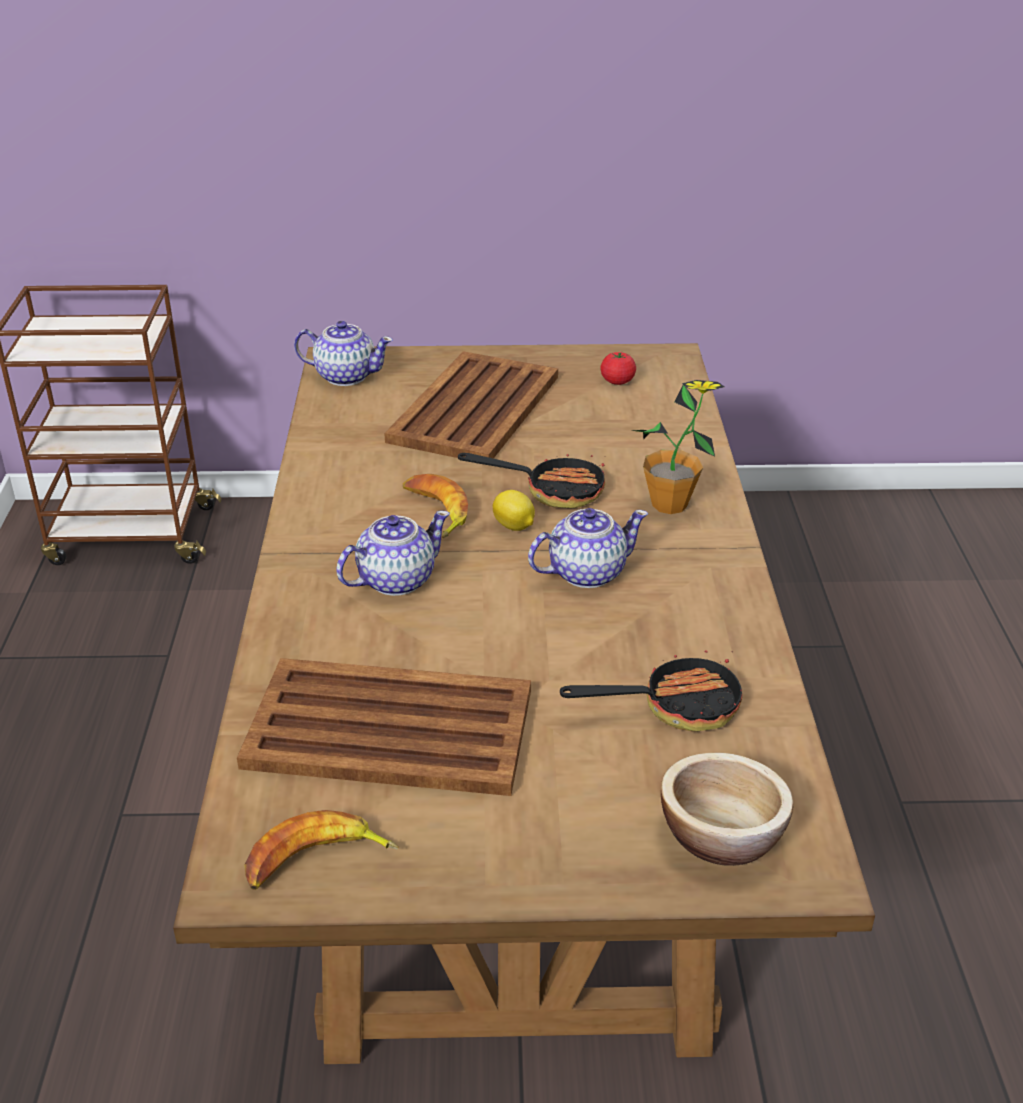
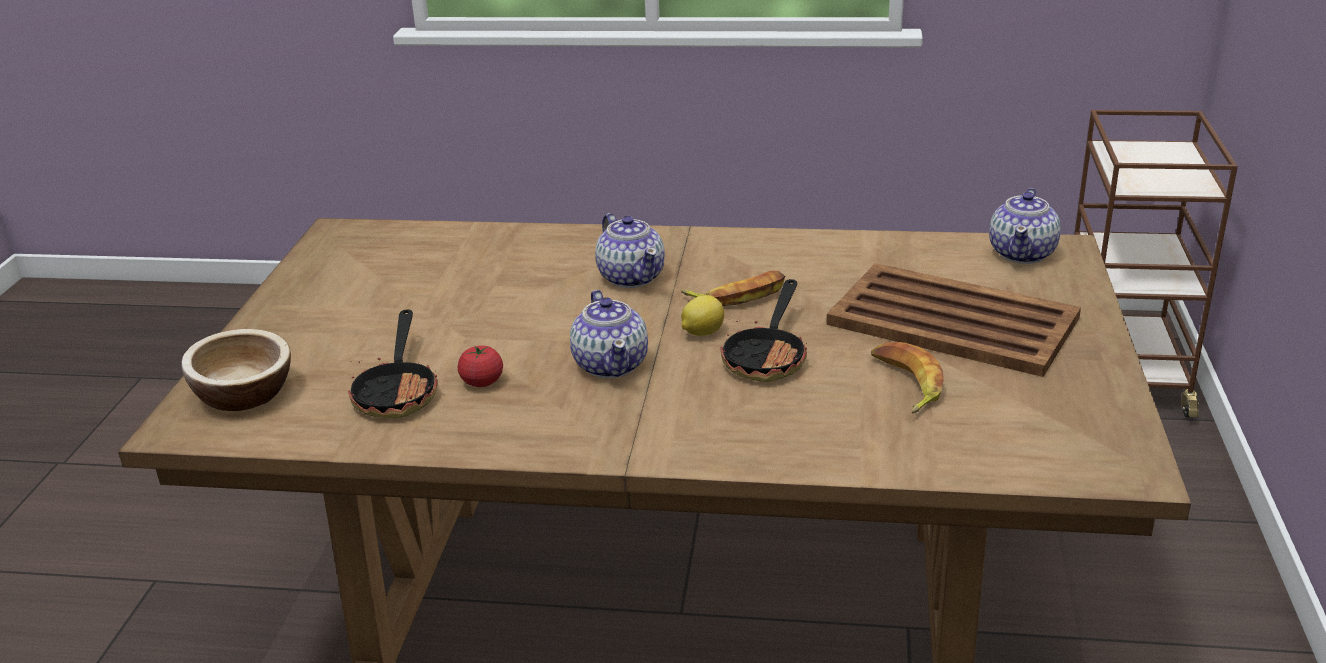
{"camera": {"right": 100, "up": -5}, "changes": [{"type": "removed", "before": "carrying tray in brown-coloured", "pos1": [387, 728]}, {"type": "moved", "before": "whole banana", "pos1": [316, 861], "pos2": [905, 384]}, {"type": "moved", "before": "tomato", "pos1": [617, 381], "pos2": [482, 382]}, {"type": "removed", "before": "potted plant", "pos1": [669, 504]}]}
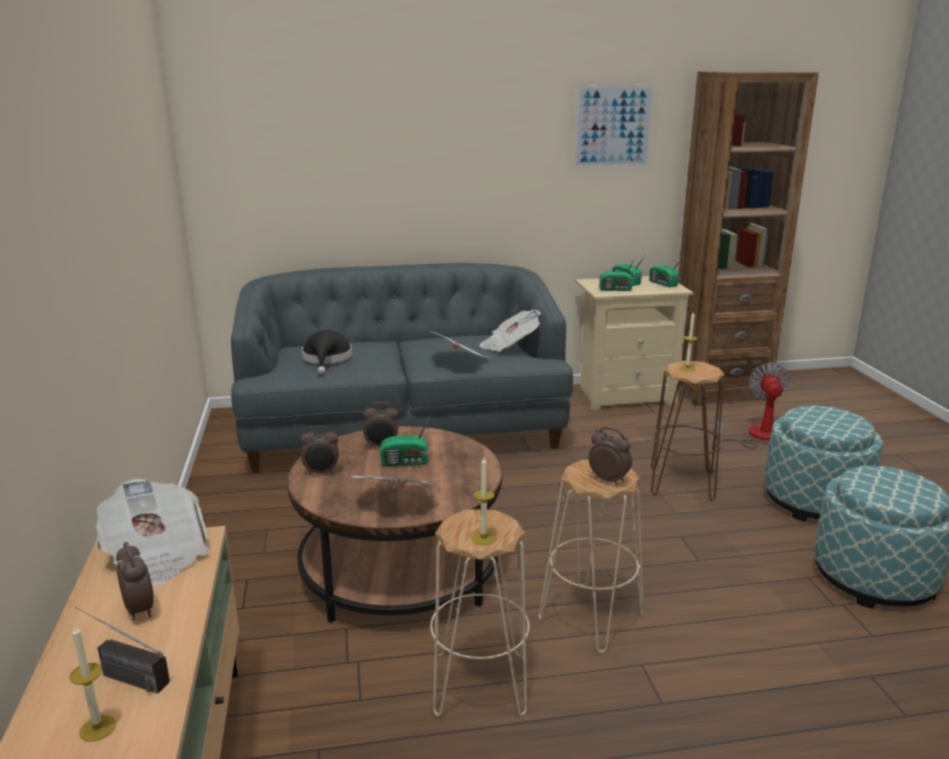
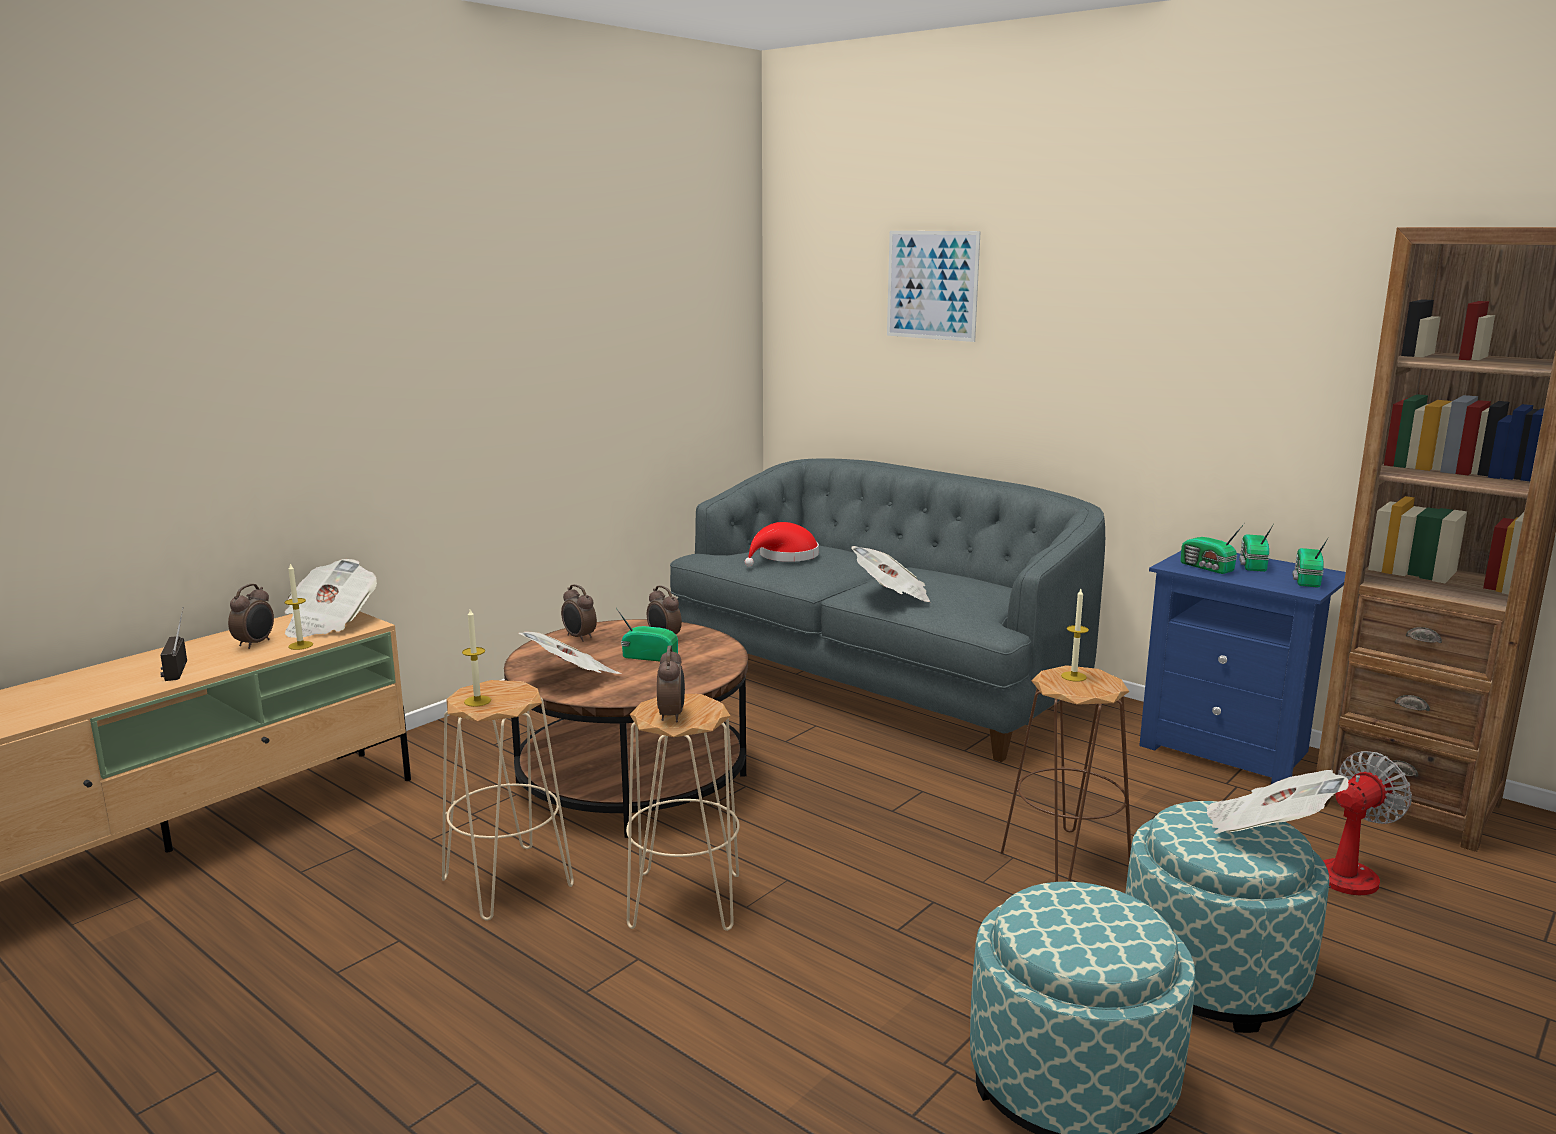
{"camera": {"right": 50, "up": -5}, "changes": [{"type": "moved", "before": "candle", "pos1": [97, 728], "pos2": [300, 645]}, {"type": "recoloured", "before": "clothing hat in black", "after": "clothing hat in red", "pos1": [327, 359], "pos2": [785, 557]}, {"type": "turned", "before": "radio receiver", "pos1": [406, 462], "pos2": [649, 656], "turn": 150}, {"type": "moved", "before": "printed paper", "pos1": [509, 346], "pos2": [1266, 831]}, {"type": "moved", "before": "wall picture", "pos1": [613, 126], "pos2": [932, 285]}, {"type": "recoloured", "before": "nightstand in sand-coloured", "after": "nightstand in bluish", "pos1": [624, 395], "pos2": [1230, 750]}]}
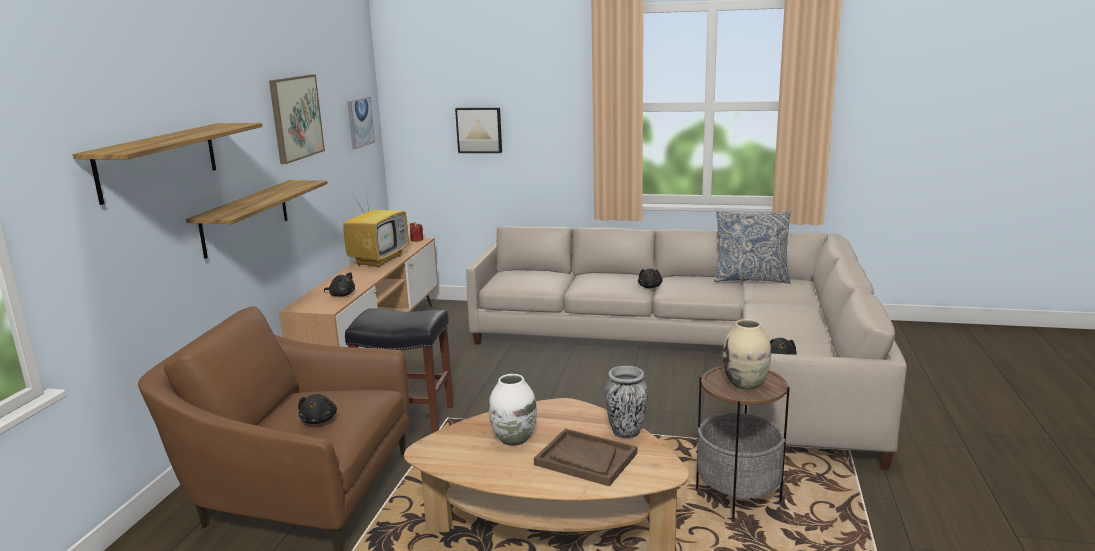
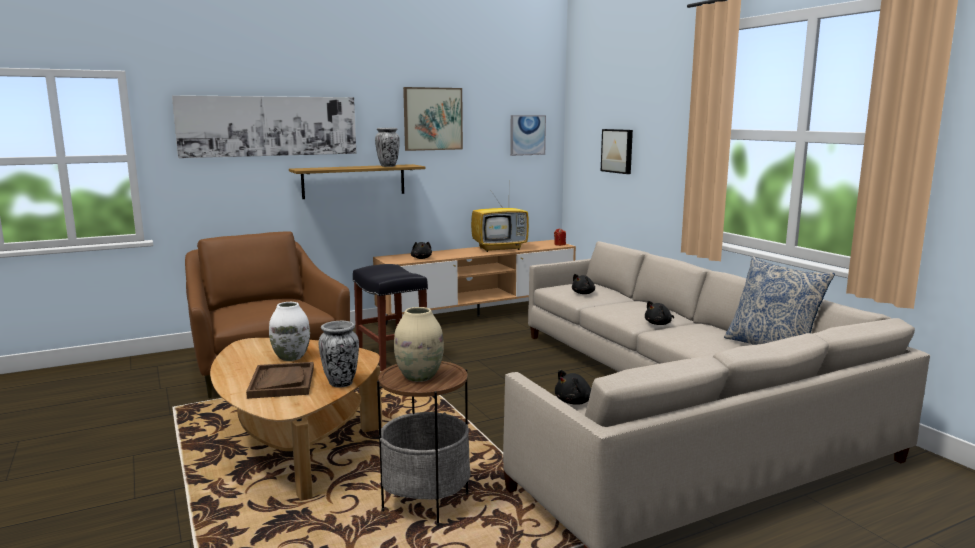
{"camera": {"right": 50, "up": -5}, "changes": [{"type": "replaced", "before": "wall shelf", "after": "wall picture", "pos1": [158, 161], "pos2": [269, 126]}, {"type": "moved", "before": "plush toy in black", "pos1": [319, 420], "pos2": [584, 293]}, {"type": "added", "after": "flower vase", "pos2": [388, 166]}]}
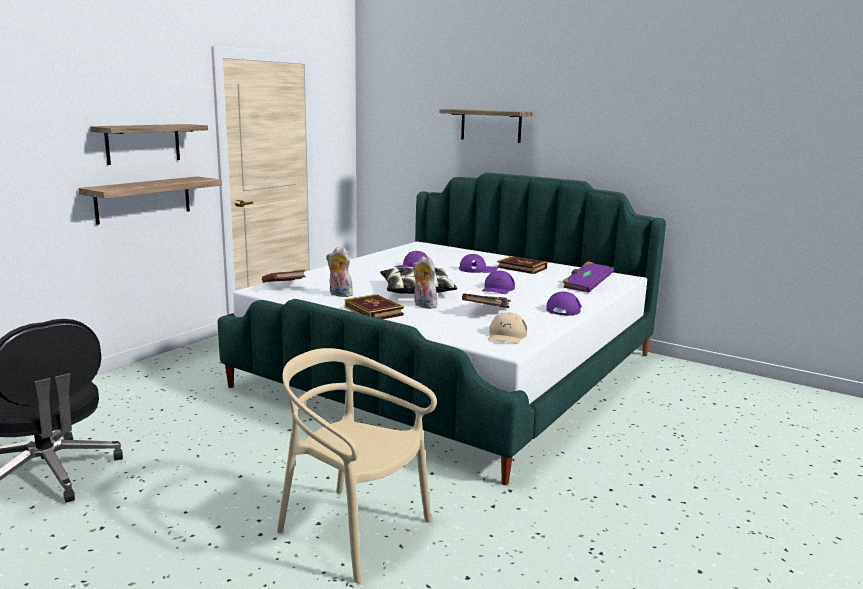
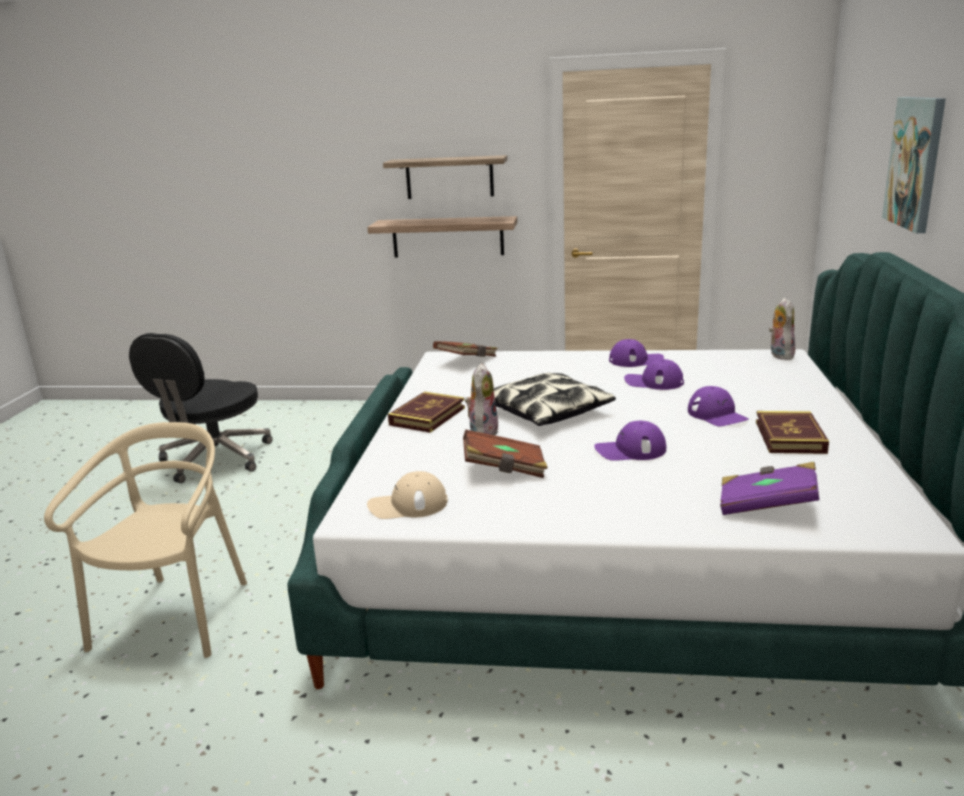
{"camera": {"right": 65, "up": 5}, "changes": [{"type": "moved", "before": "plush toy", "pos1": [339, 294], "pos2": [779, 355]}, {"type": "replaced", "before": "wall shelf", "after": "wall picture", "pos1": [491, 125], "pos2": [915, 163]}, {"type": "moved", "before": "peaked cap in purple", "pos1": [564, 309], "pos2": [636, 360]}]}
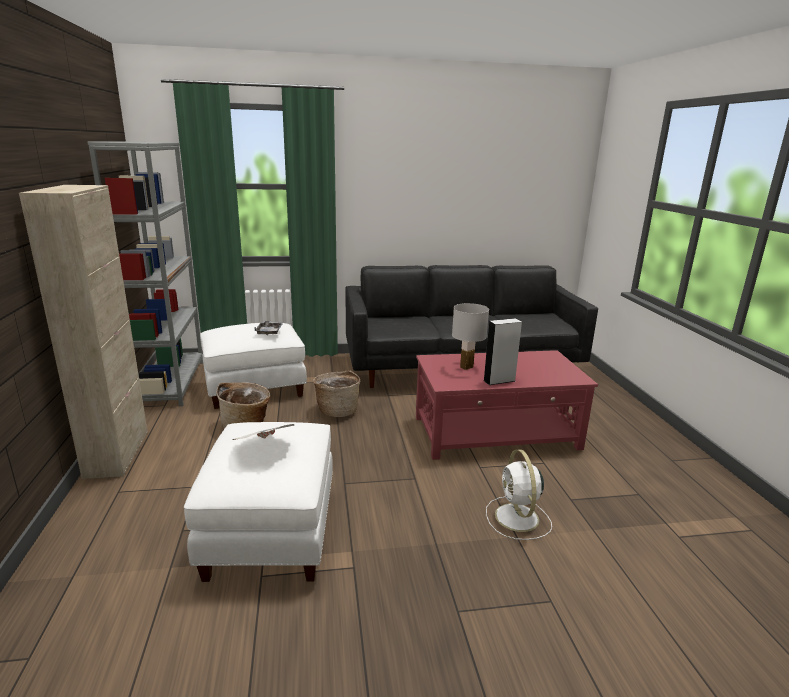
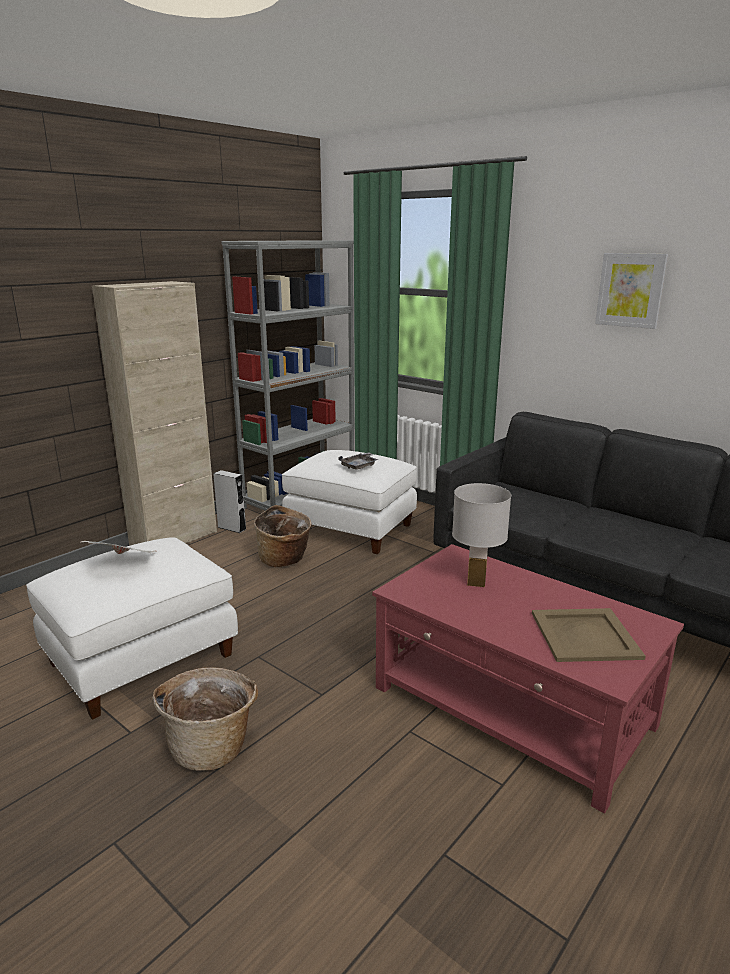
{"camera": {"right": 50, "up": 0}, "changes": [{"type": "moved", "before": "basket", "pos1": [337, 410], "pos2": [212, 746]}, {"type": "moved", "before": "loudspeaker in grey", "pos1": [499, 380], "pos2": [232, 528]}, {"type": "removed", "before": "cooling fan in white", "pos1": [517, 519]}, {"type": "added", "after": "carrying tray in sand-coloured", "pos2": [585, 634]}, {"type": "added", "after": "wall picture", "pos2": [630, 290]}]}
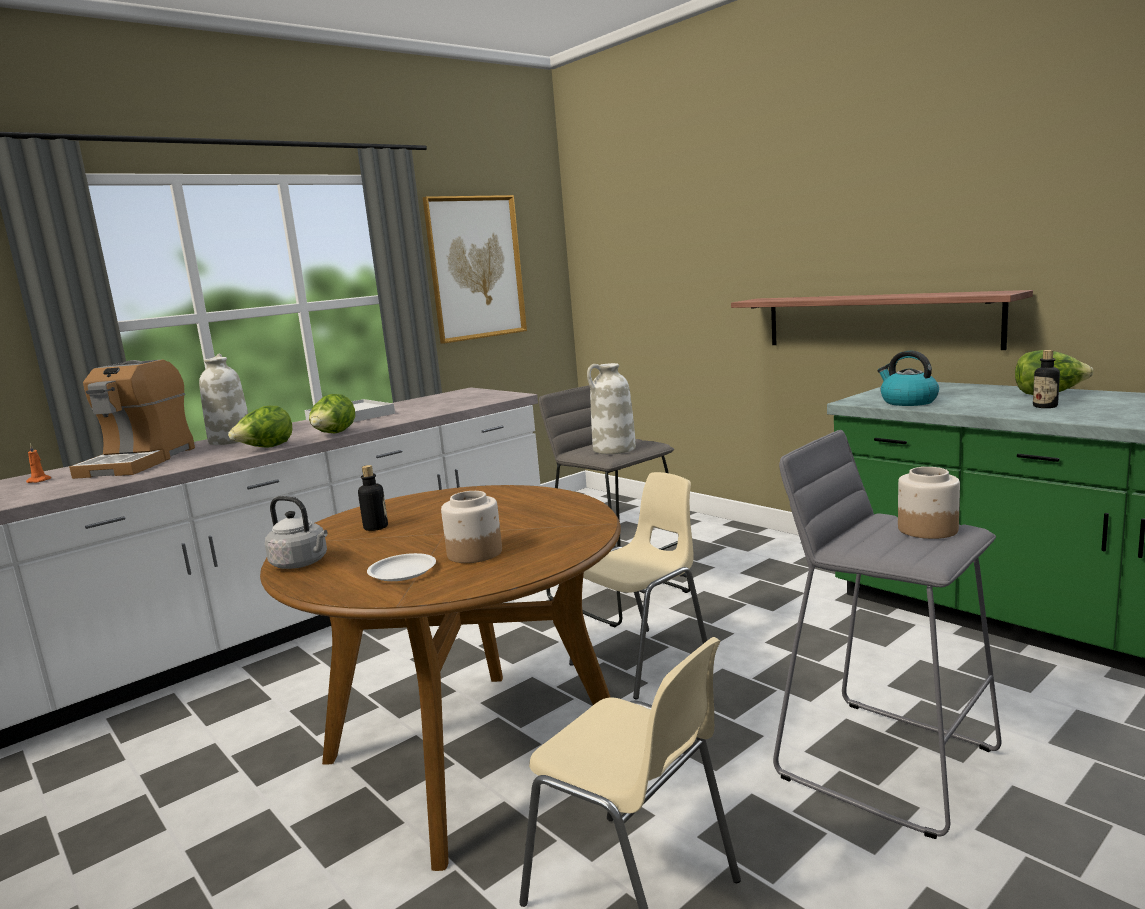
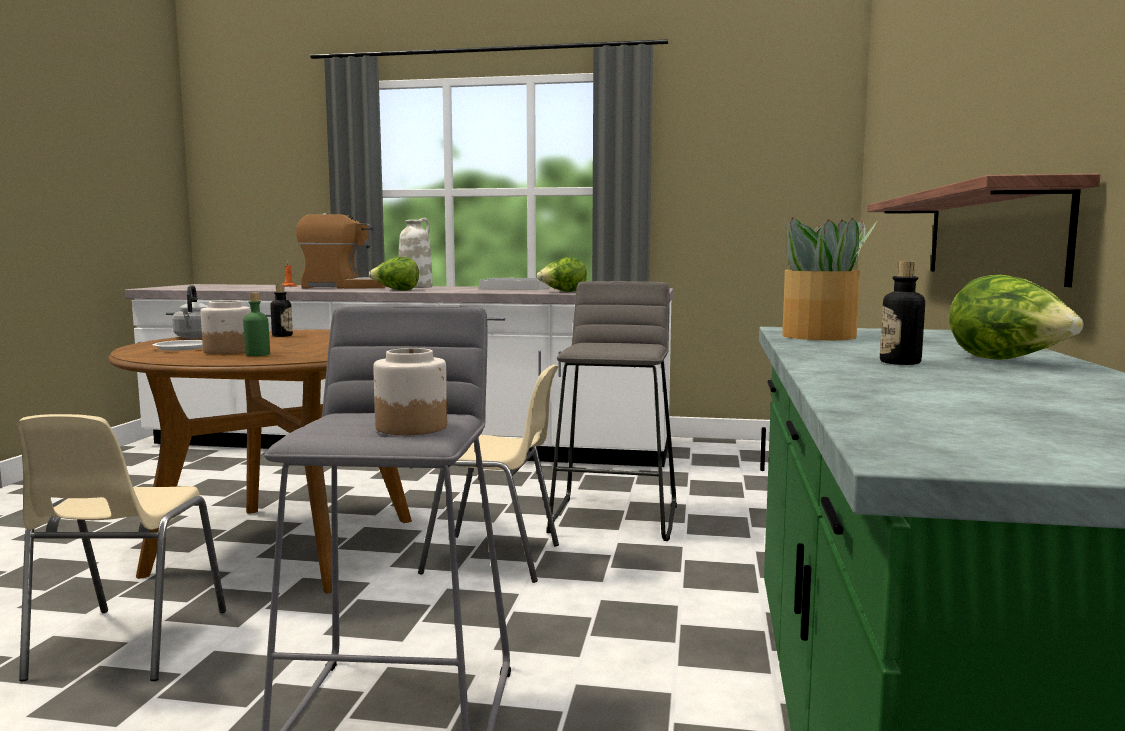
{"camera": {"right": 50, "up": -5}, "changes": [{"type": "turned", "before": "coffee maker", "pos1": [139, 462], "pos2": [344, 287], "turn": -150}, {"type": "moved", "before": "lettuce", "pos1": [334, 434], "pos2": [563, 292]}, {"type": "removed", "before": "wall picture", "pos1": [475, 268]}, {"type": "removed", "before": "flower vase in white", "pos1": [614, 449]}, {"type": "replaced", "before": "water kettle", "after": "potted plant", "pos1": [907, 402], "pos2": [820, 336]}, {"type": "added", "after": "beverage bottle in green", "pos2": [257, 354]}]}
